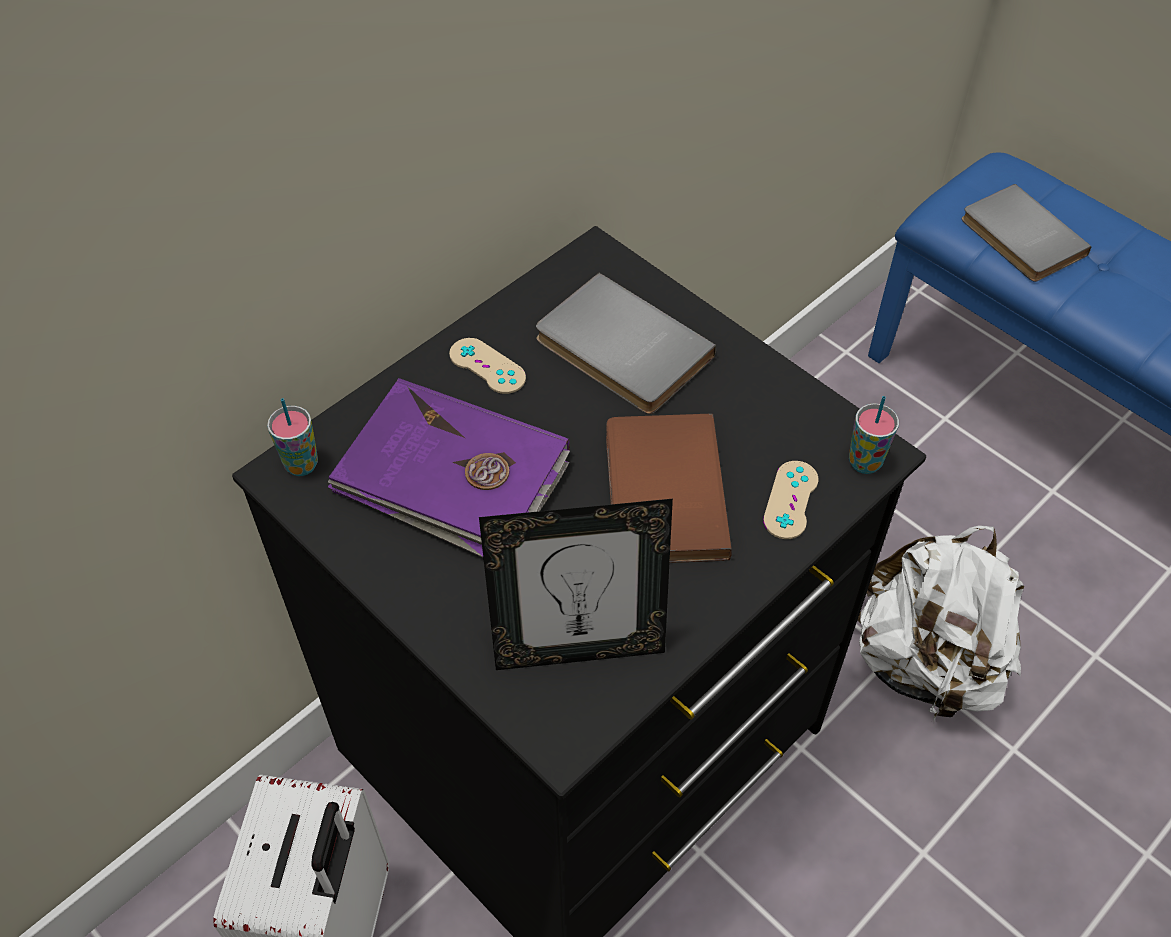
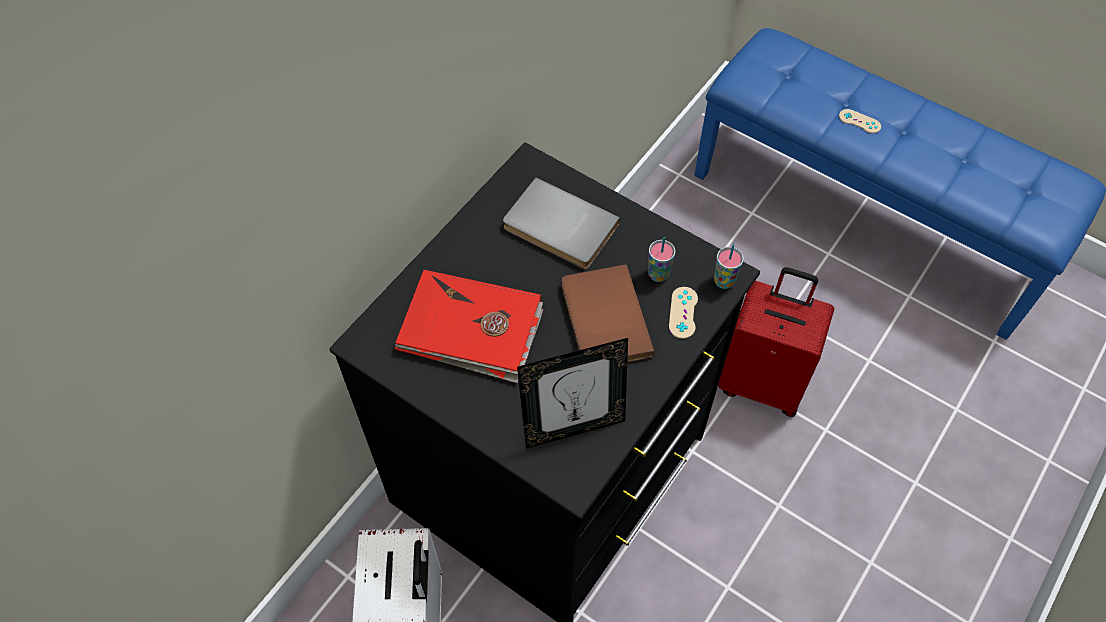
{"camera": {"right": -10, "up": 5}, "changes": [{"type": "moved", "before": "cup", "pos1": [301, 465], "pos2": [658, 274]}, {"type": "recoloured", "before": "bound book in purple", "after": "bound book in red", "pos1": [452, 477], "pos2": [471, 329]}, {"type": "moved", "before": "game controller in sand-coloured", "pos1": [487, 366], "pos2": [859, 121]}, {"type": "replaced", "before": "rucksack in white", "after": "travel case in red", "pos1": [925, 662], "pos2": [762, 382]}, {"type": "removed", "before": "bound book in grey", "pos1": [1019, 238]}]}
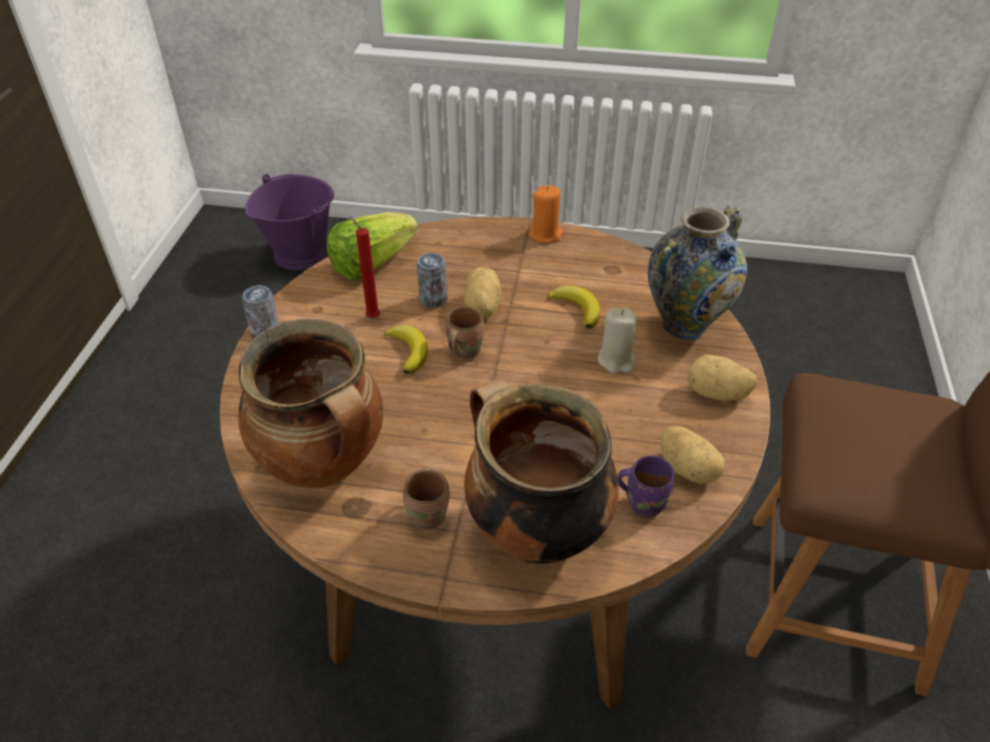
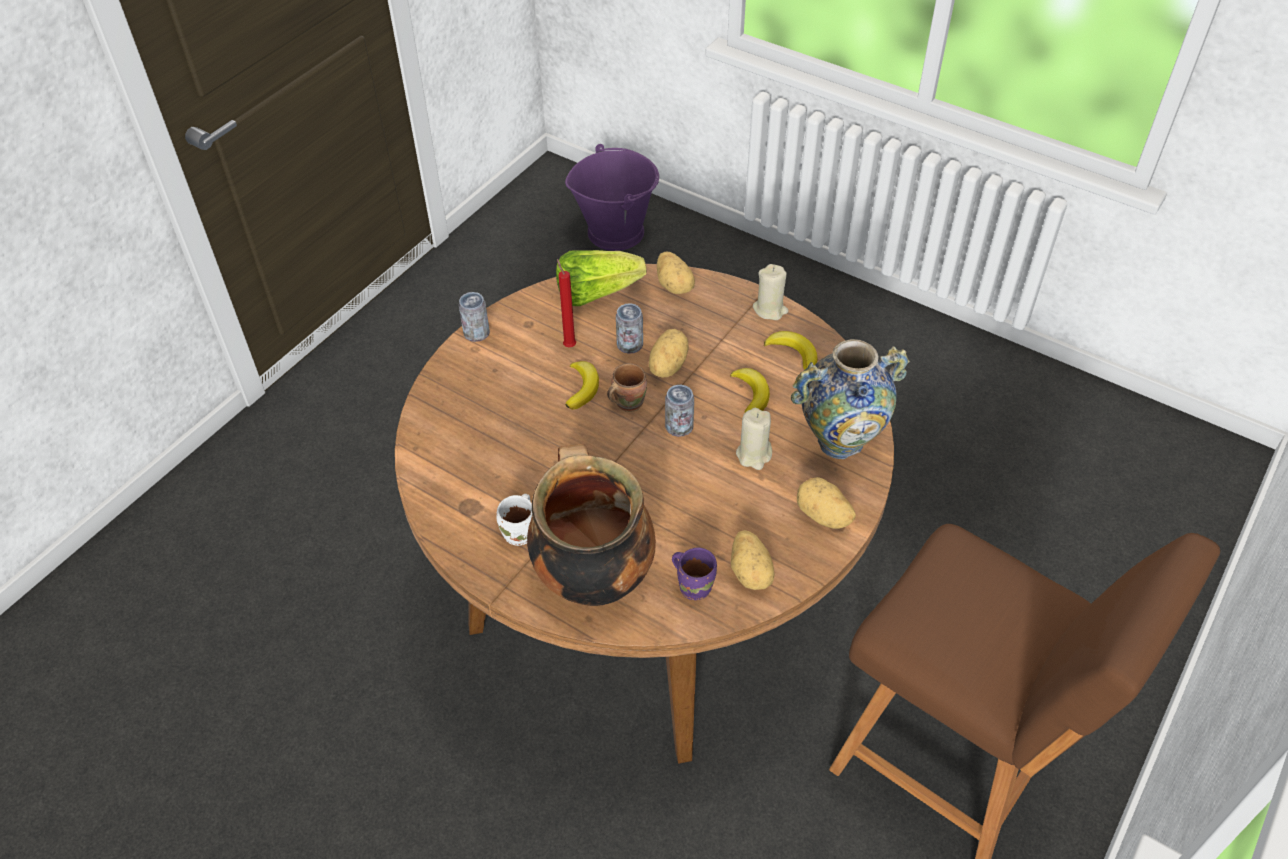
{"camera": {"right": 25, "up": 5}, "changes": [{"type": "removed", "before": "stockpot", "pos1": [325, 465]}, {"type": "recoloured", "before": "coffee mug in brown-coloured", "after": "coffee mug in white", "pos1": [430, 514], "pos2": [521, 533]}, {"type": "recoloured", "before": "candle in orange-coloured", "after": "candle in sand-coloured", "pos1": [546, 234], "pos2": [770, 309]}, {"type": "added", "after": "whole potato", "pos2": [675, 285]}, {"type": "added", "after": "metal can", "pos2": [679, 427]}, {"type": "added", "after": "whole banana", "pos2": [794, 353]}]}
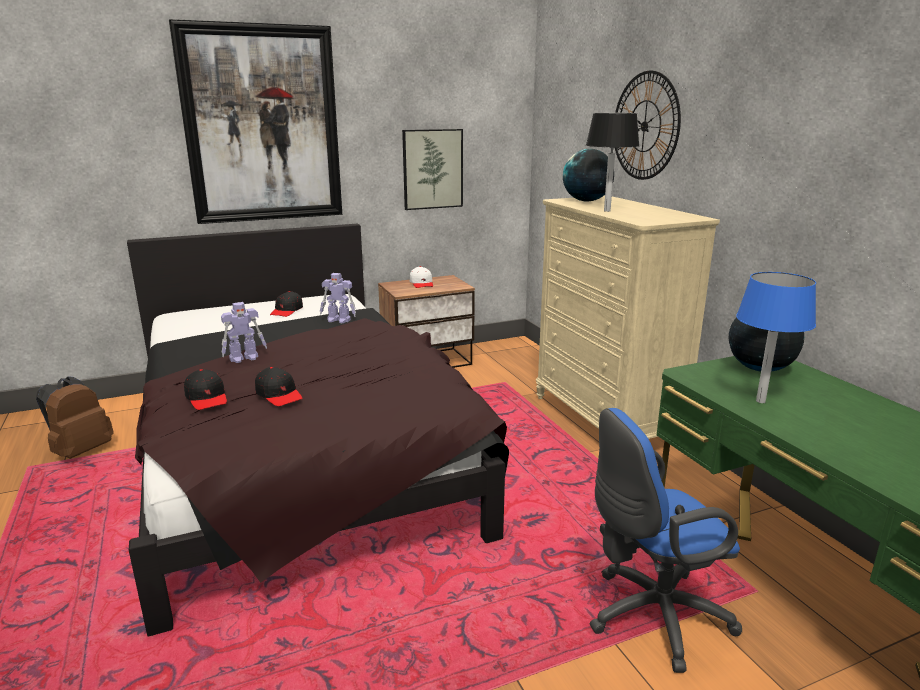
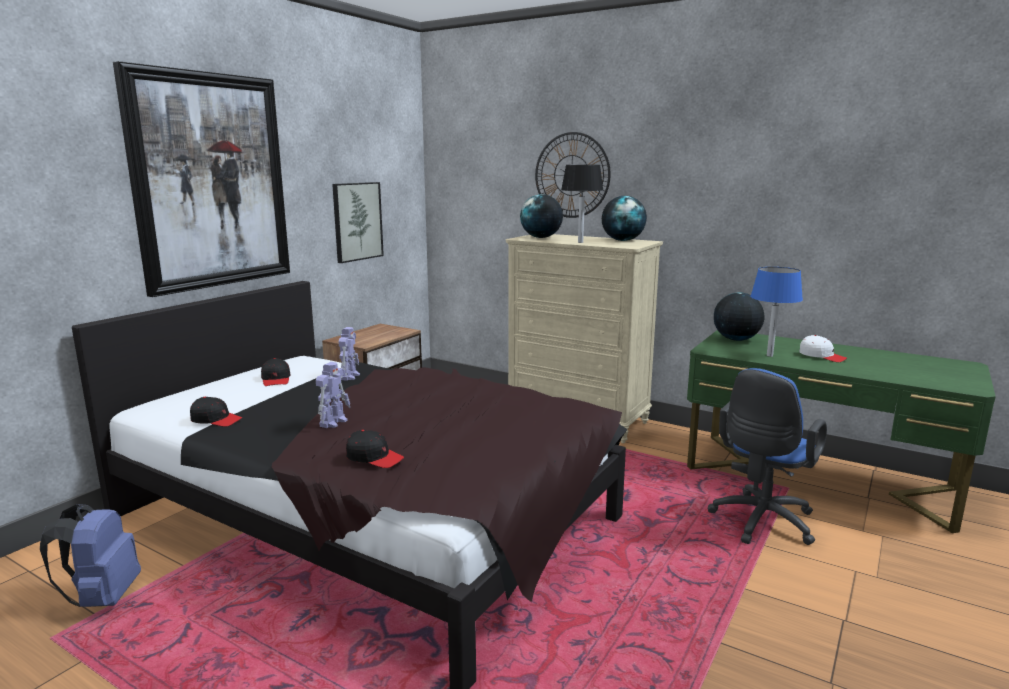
{"camera": {"right": -35, "up": -5}, "changes": [{"type": "recoloured", "before": "rucksack in brown-coloured", "after": "rucksack in bluish", "pos1": [81, 451], "pos2": [102, 598]}, {"type": "moved", "before": "peaked cap in black", "pos1": [279, 394], "pos2": [216, 420]}, {"type": "turned", "before": "robot figure", "pos1": [339, 320], "pos2": [349, 376], "turn": -60}, {"type": "moved", "before": "peaked cap in white", "pos1": [422, 283], "pos2": [821, 356]}, {"type": "added", "after": "world globe", "pos2": [623, 240]}]}
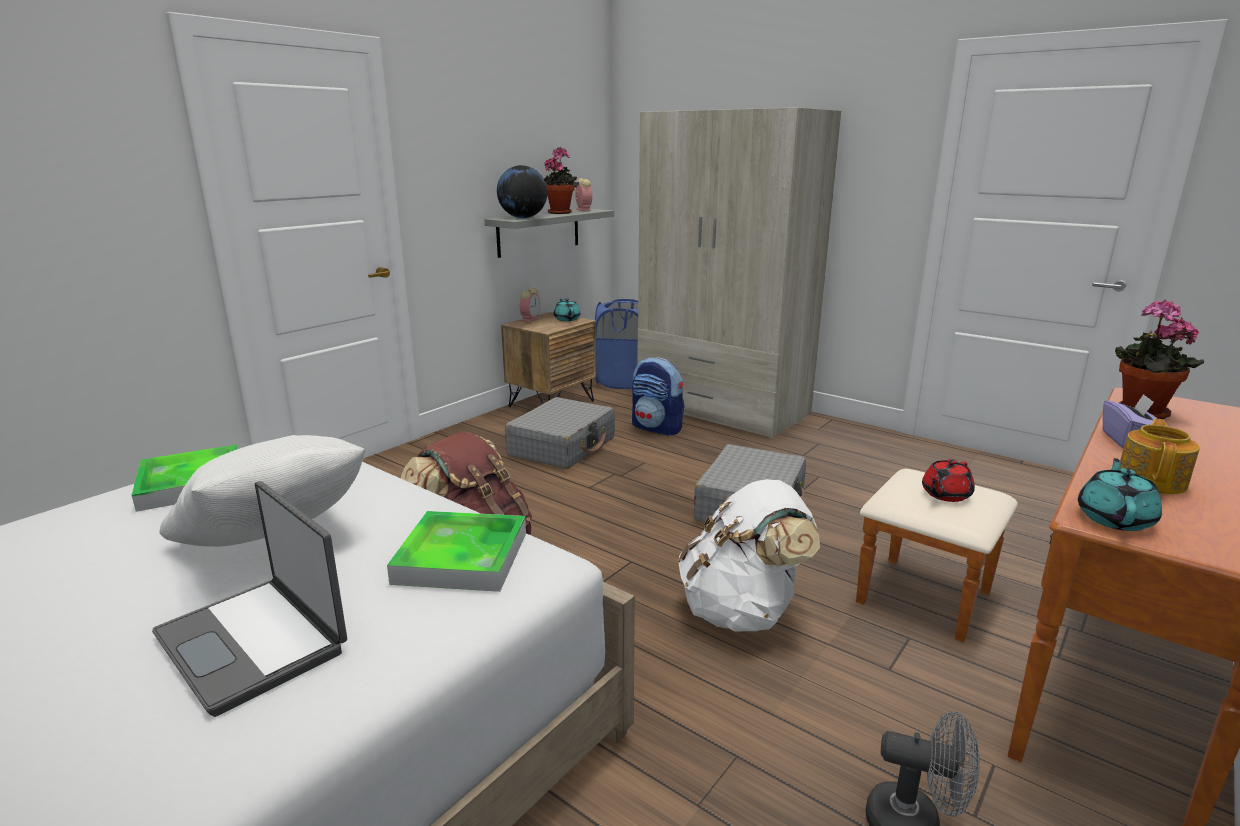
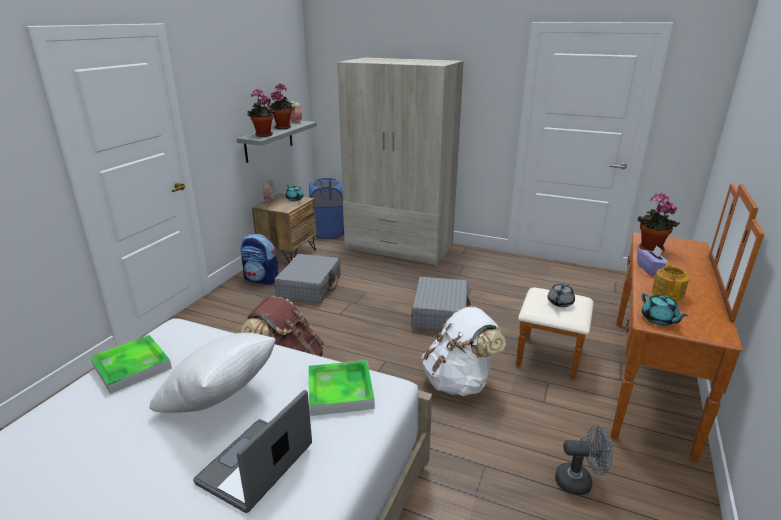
{"camera": {"right": -15, "up": 5}, "changes": [{"type": "turned", "before": "portable computer", "pos1": [255, 642], "pos2": [257, 466], "turn": 90}, {"type": "replaced", "before": "world globe", "after": "potted plant", "pos1": [523, 217], "pos2": [263, 135]}, {"type": "moved", "before": "rucksack", "pos1": [657, 428], "pos2": [261, 279]}, {"type": "recoloured", "before": "tea pot in red", "after": "tea pot in grey", "pos1": [945, 495], "pos2": [559, 303]}, {"type": "turned", "before": "tea pot in turquoise-coloured", "pos1": [1115, 518], "pos2": [659, 319], "turn": 150}]}
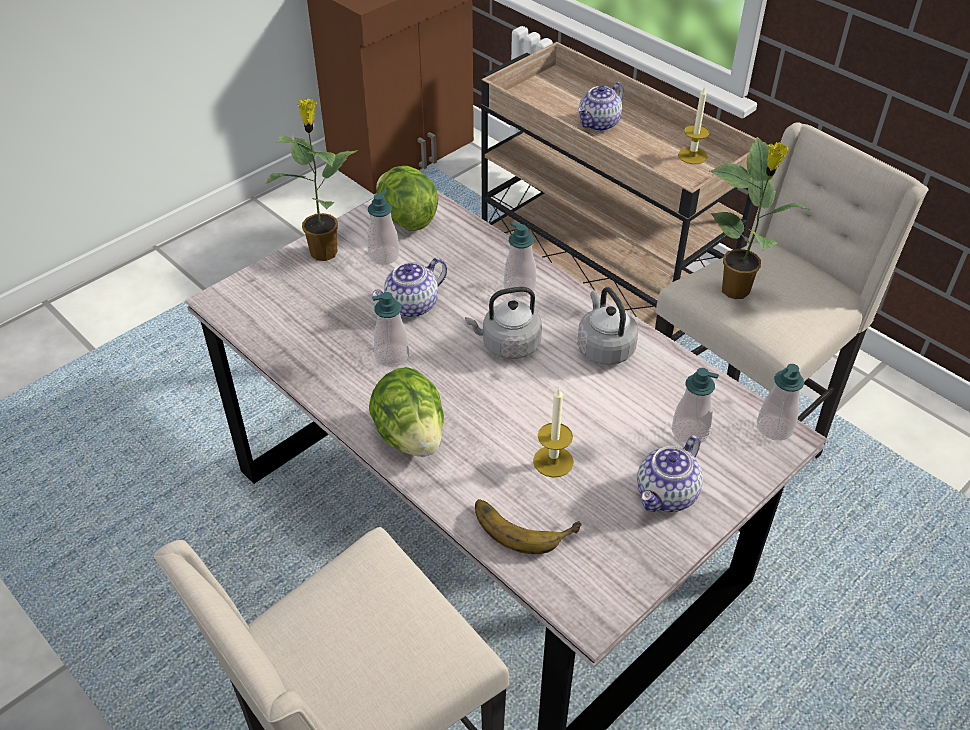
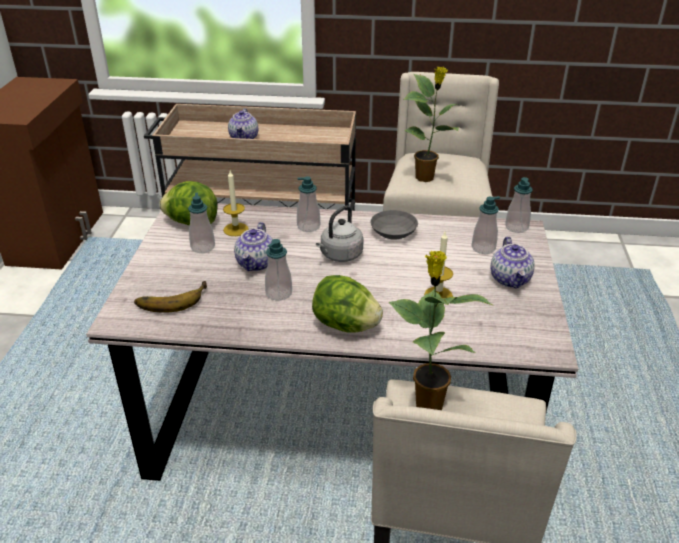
{"camera": {"right": -40, "up": -10}, "changes": [{"type": "moved", "before": "potted plant", "pos1": [324, 251], "pos2": [427, 402]}, {"type": "moved", "before": "whole banana", "pos1": [524, 523], "pos2": [171, 299]}, {"type": "replaced", "before": "water kettle in grey", "after": "deep dish in grey", "pos1": [604, 347], "pos2": [392, 232]}, {"type": "moved", "before": "candle", "pos1": [692, 156], "pos2": [236, 229]}]}
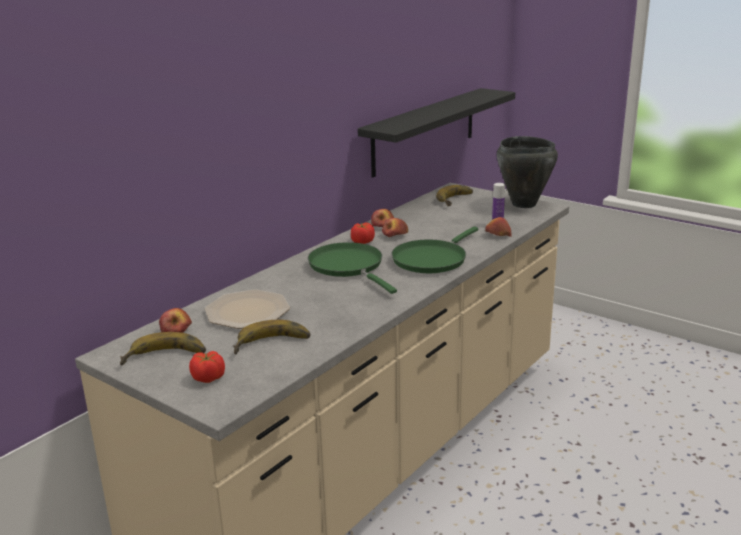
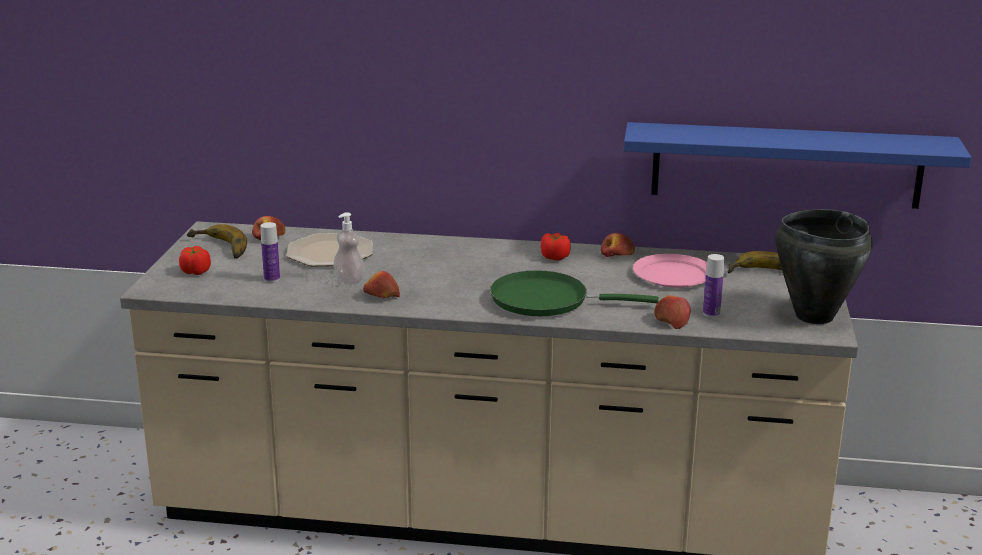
{"camera": {"right": 60, "up": 0}, "changes": [{"type": "replaced", "before": "whole banana", "after": "beverage bottle", "pos1": [272, 345], "pos2": [272, 279]}, {"type": "removed", "before": "pan in green", "pos1": [348, 267]}, {"type": "recoloured", "before": "wall shelf in black", "after": "wall shelf in bluish", "pos1": [424, 131], "pos2": [786, 165]}, {"type": "moved", "before": "apple fruit", "pos1": [395, 235], "pos2": [381, 296]}, {"type": "added", "after": "soap dispenser", "pos2": [349, 280]}, {"type": "added", "after": "dinner plate in pinkish", "pos2": [673, 274]}]}
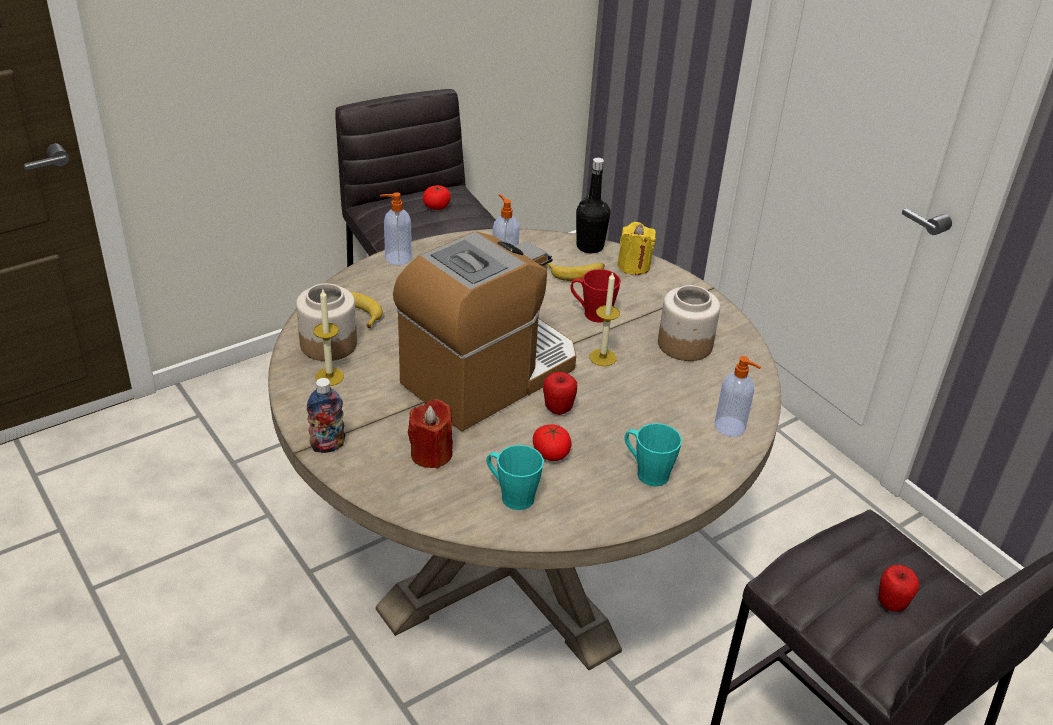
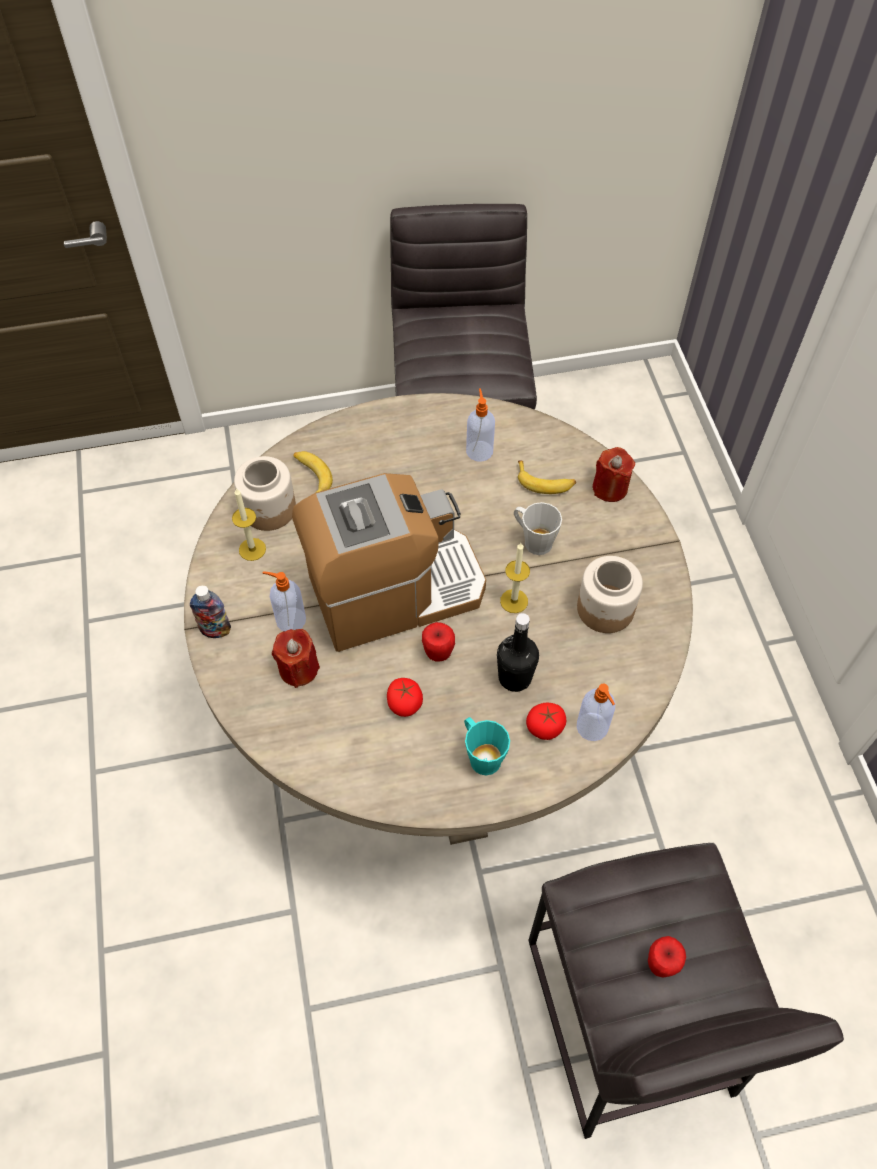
{"camera": {"right": 25, "up": 20}, "changes": [{"type": "moved", "before": "soap dispenser", "pos1": [397, 258], "pos2": [289, 619]}, {"type": "moved", "before": "tomato", "pos1": [436, 206], "pos2": [545, 727]}, {"type": "removed", "before": "coffee mug in turquoise-coloured", "pos1": [512, 495]}, {"type": "recoloured", "before": "coffee mug in red", "after": "coffee mug in grey", "pos1": [592, 313], "pos2": [533, 540]}, {"type": "moved", "before": "beverage bottle in black", "pos1": [590, 246], "pos2": [515, 677]}, {"type": "recoloured", "before": "candle in yellow-coloured", "after": "candle in red", "pos1": [634, 266], "pos2": [610, 488]}]}
